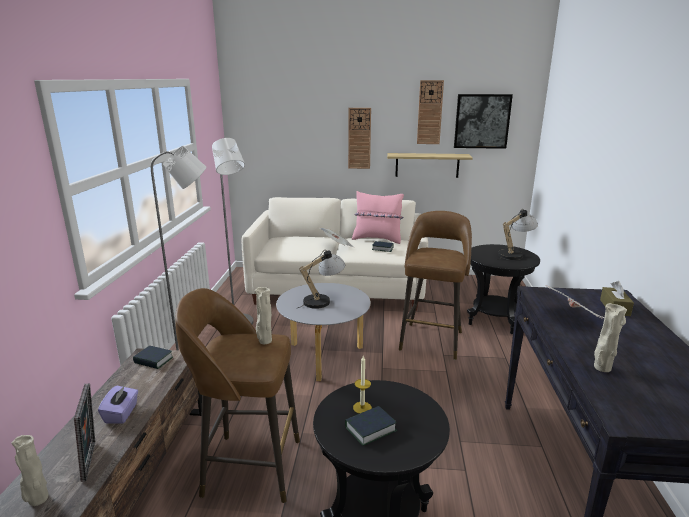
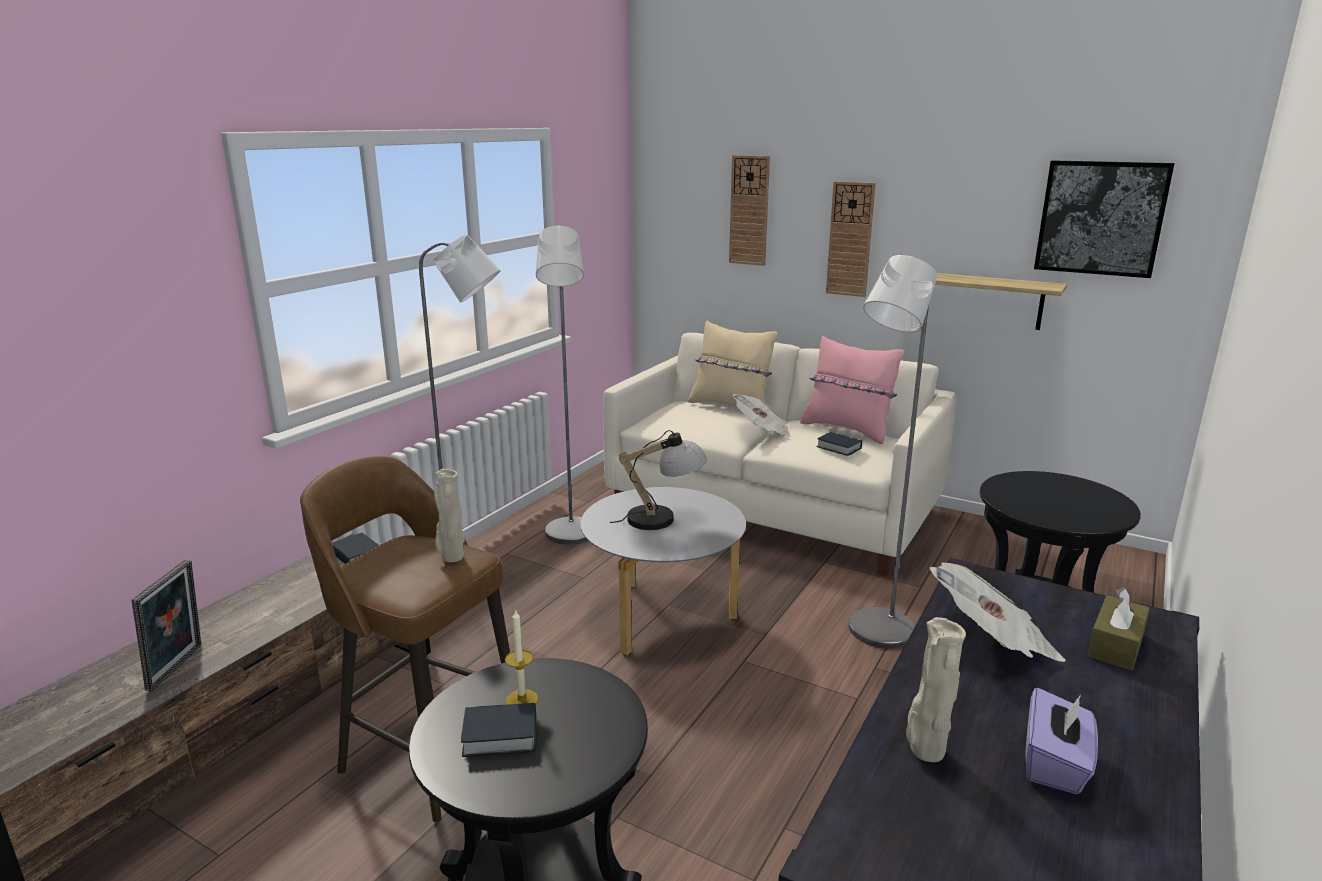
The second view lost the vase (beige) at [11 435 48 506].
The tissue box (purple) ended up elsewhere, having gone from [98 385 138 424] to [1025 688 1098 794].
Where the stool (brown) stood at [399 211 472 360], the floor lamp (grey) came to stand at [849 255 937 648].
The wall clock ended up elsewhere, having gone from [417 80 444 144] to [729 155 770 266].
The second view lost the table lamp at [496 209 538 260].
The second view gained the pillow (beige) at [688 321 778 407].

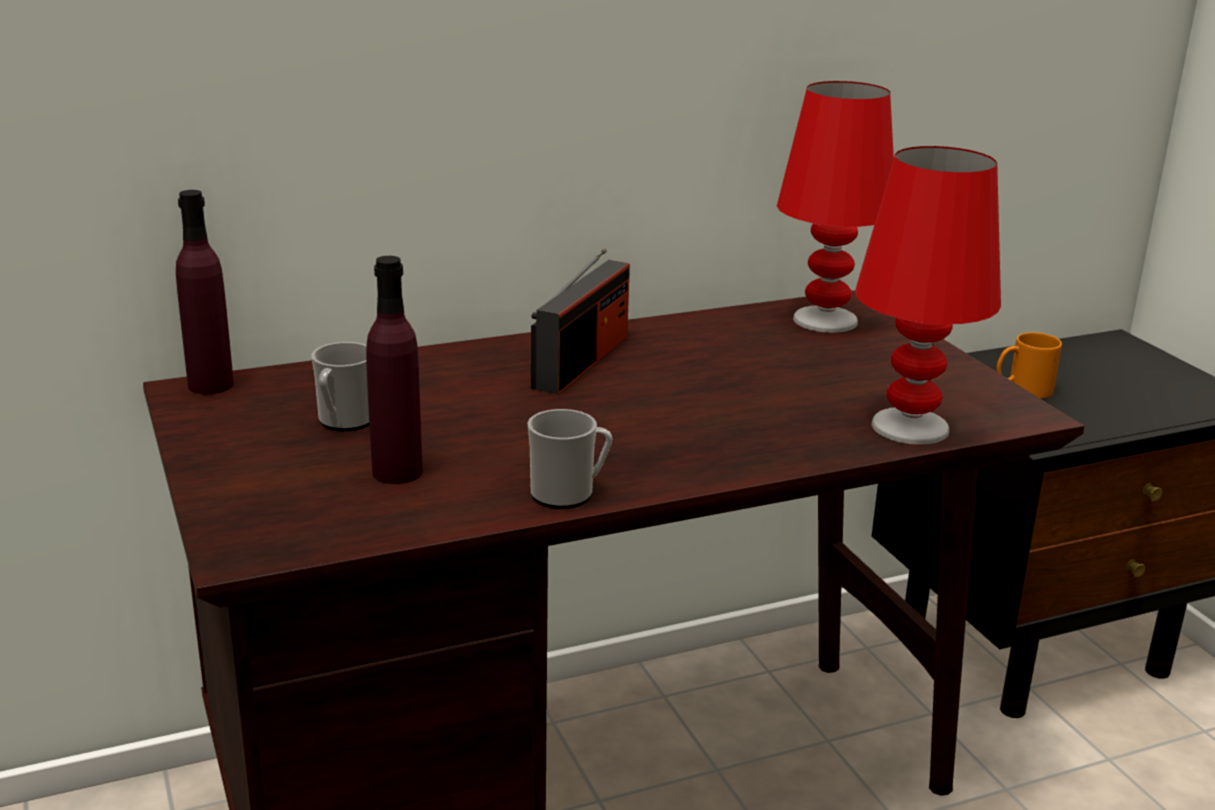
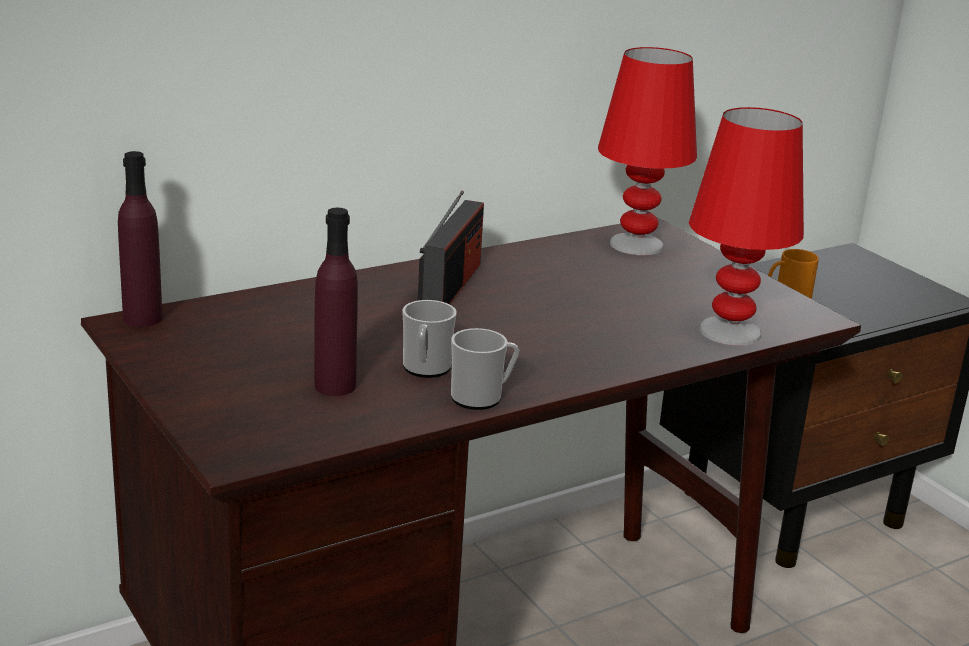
The mug ended up elsewhere, having gone from [311 342 369 431] to [402 300 457 378].

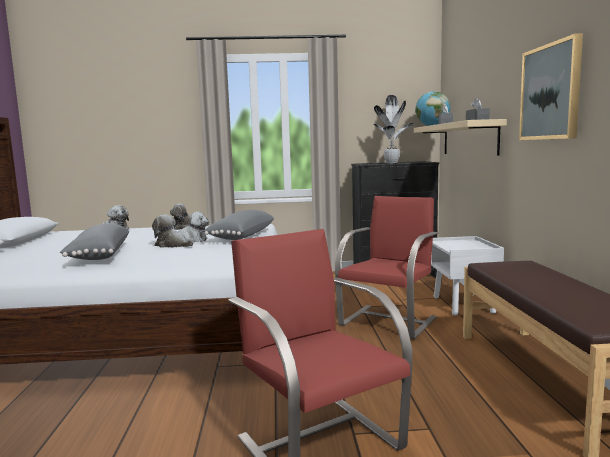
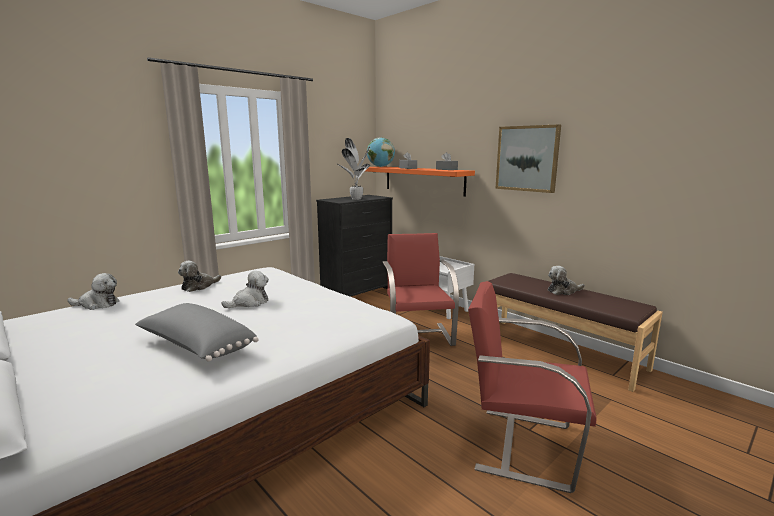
The plush toy ended up elsewhere, having gone from [152 214 193 248] to [548 266 585 295].
The second view lost the pillow (grey) at [204 210 274 240].
What was the shelf (beige) at [414 119 507 156] turned into the shelf (orange) at [365 167 475 197].

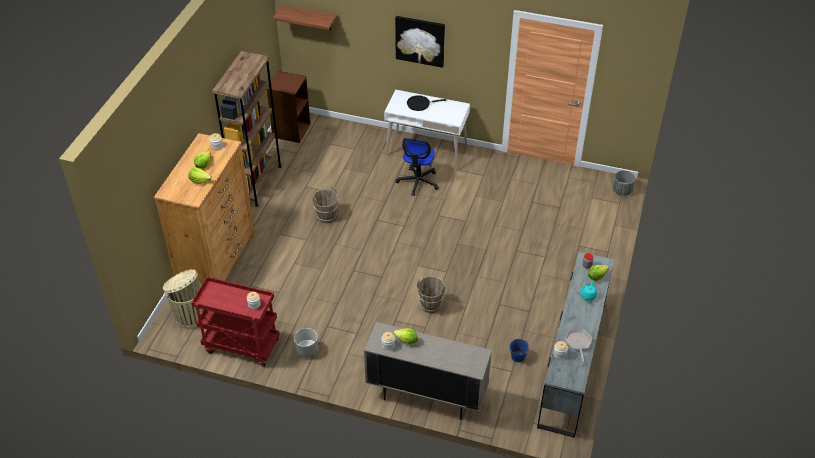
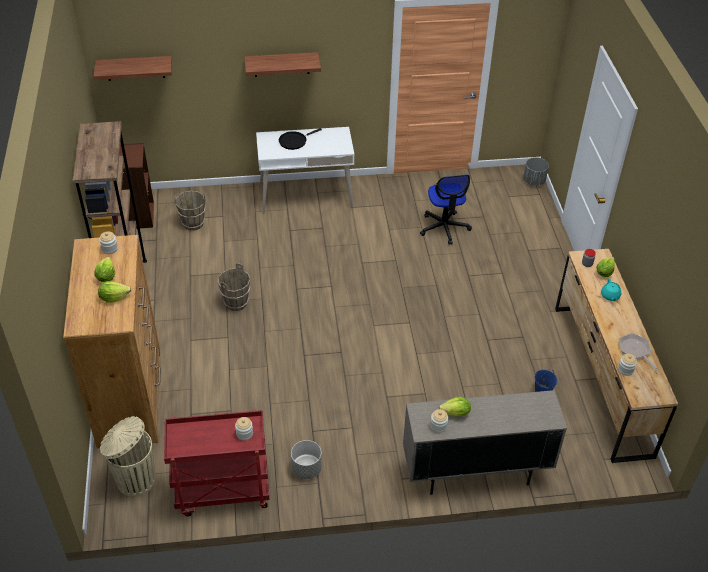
Where the picture hung at [395 16 445 68], the shelf came to hang at [244 52 321 77].
The office chair ended up elsewhere, having gone from [396 138 439 196] to [420 175 472 245].
The bucket (brown) ended up elsewhere, having gone from [417 276 445 313] to [174 191 206 231].
What was the dresser (grey) at [537 252 614 438] turned into the dresser (brown) at [555 249 678 463].

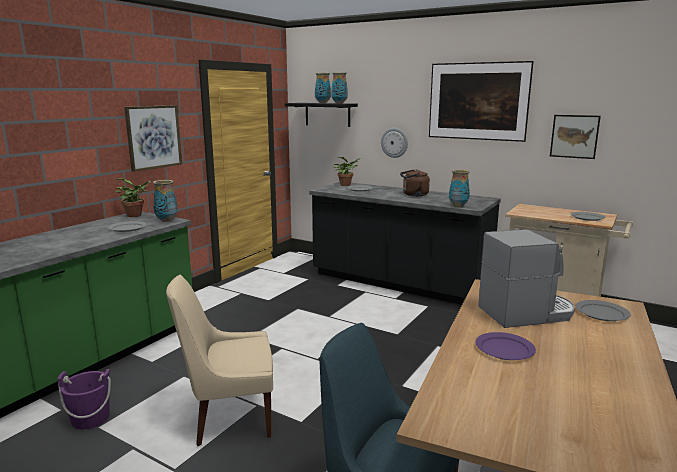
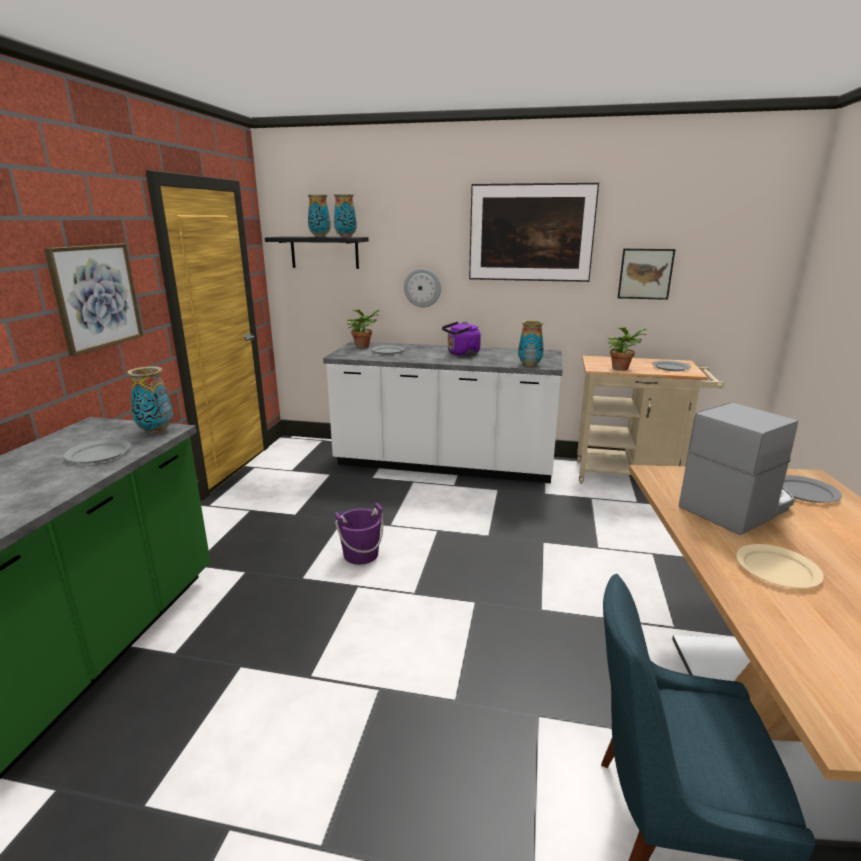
The bucket (purple) ended up elsewhere, having gone from [58 369 111 429] to [335 503 383 565].
The potted plant ended up elsewhere, having gone from [115 178 151 217] to [608 327 648 370].
The second view lost the chair (beige) at [166 275 273 446].
What was the counter (black) at [309 182 501 305] turned into the counter (white) at [323 341 563 483].
What was the kettle (brown) at [400 169 430 196] turned into the kettle (purple) at [442 322 481 356].
What was the plate (purple) at [476 332 536 360] turned into the plate (beige) at [736 544 824 589].

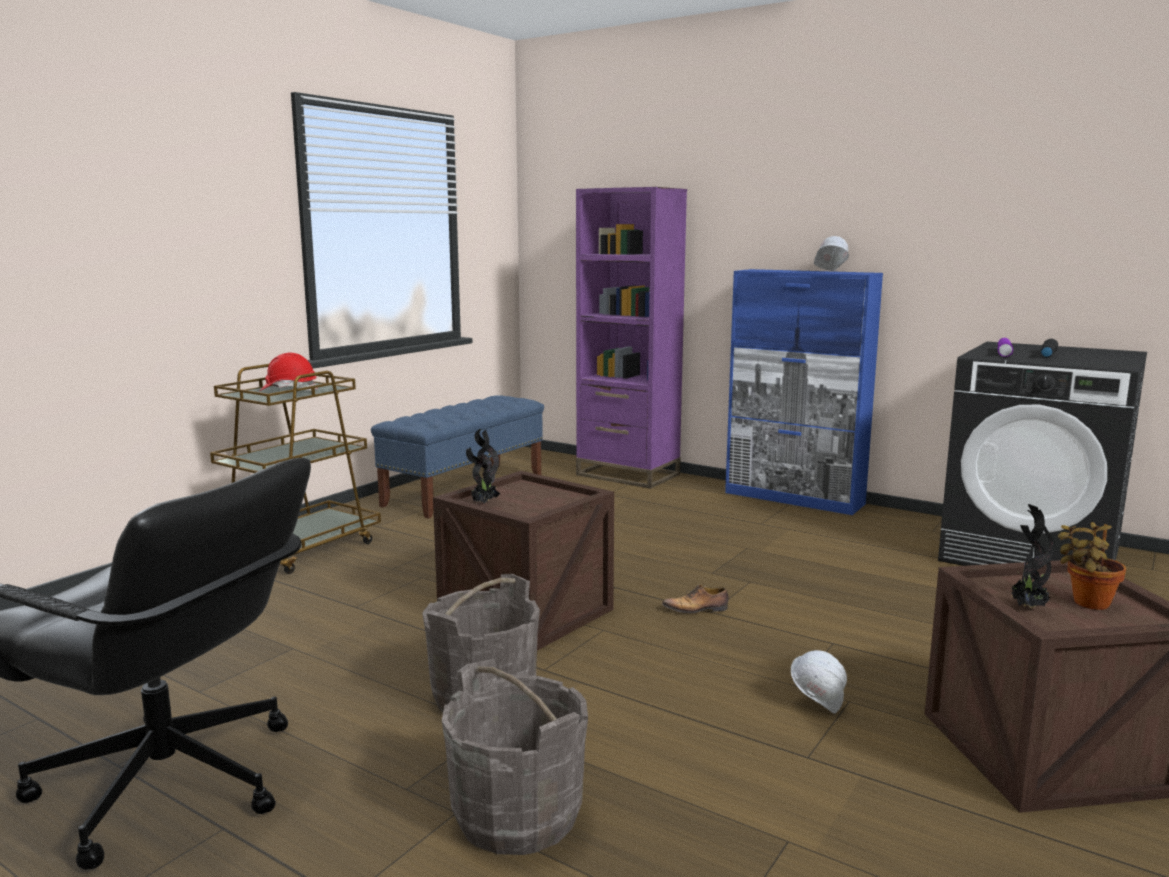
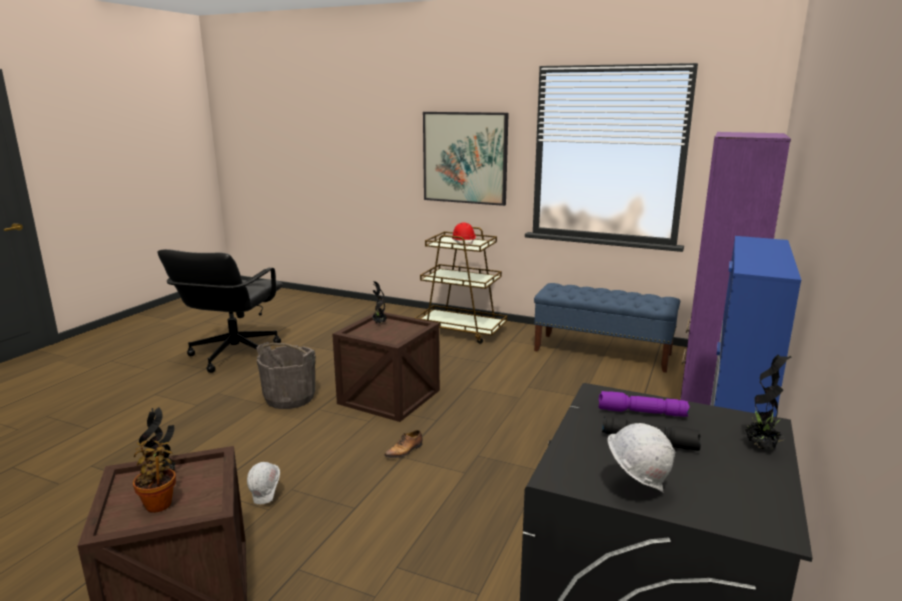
The second view lost the bucket (grey) at [442 659 588 855].
The shoe at [662 584 729 613] ended up facing another way, 120 degrees counterclockwise from before.
The hard hat (white) ended up elsewhere, having gone from [814 236 849 271] to [608 423 676 493].
The second view gained the picture at [423 112 509 206].
The second view gained the potted plant at [743 355 792 450].

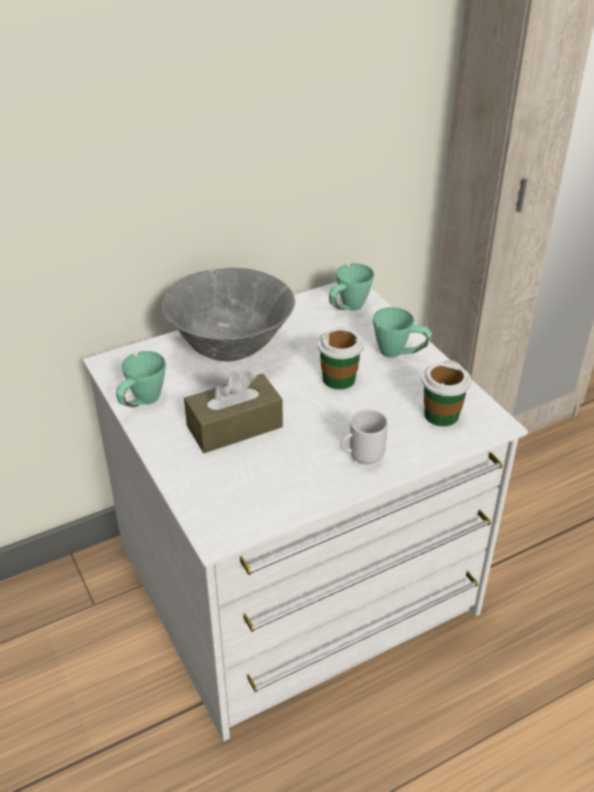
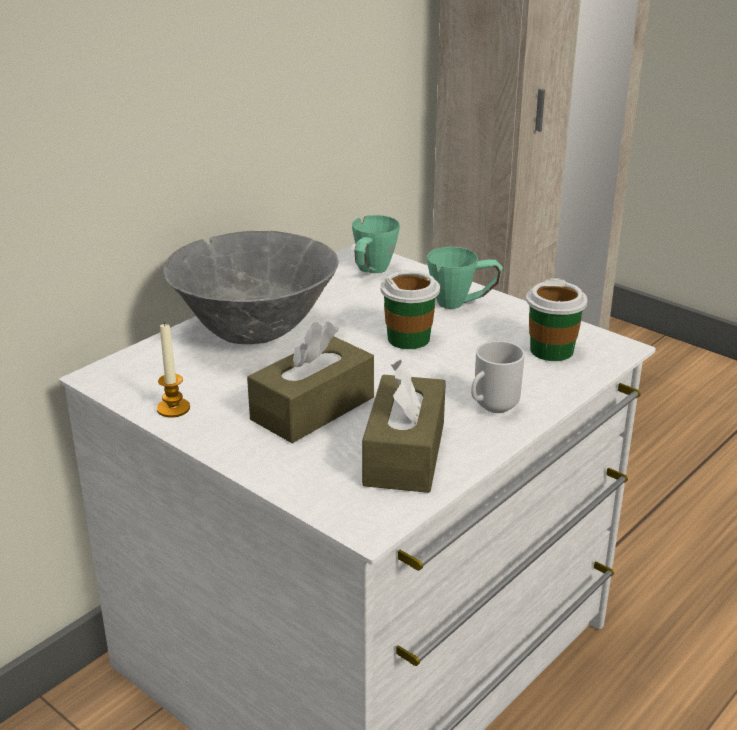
Where the mug (green) stood at [116 351 166 408], the candle came to stand at [157 322 190 418].
The second view gained the tissue box (brown) at [362 360 446 493].

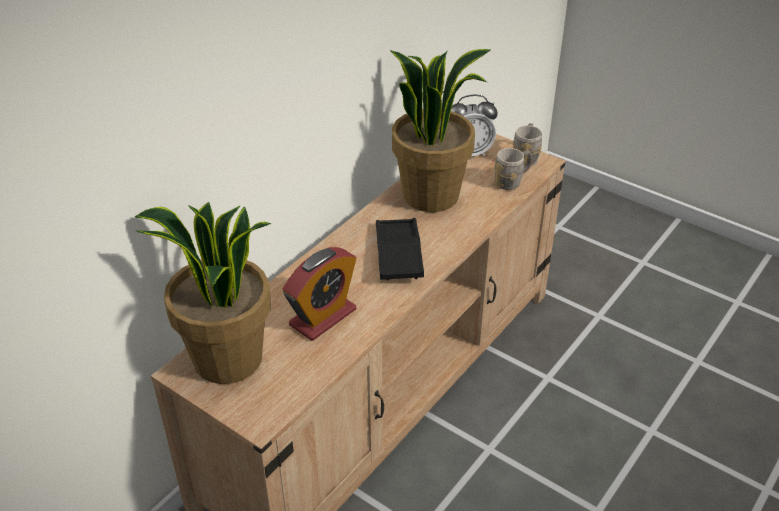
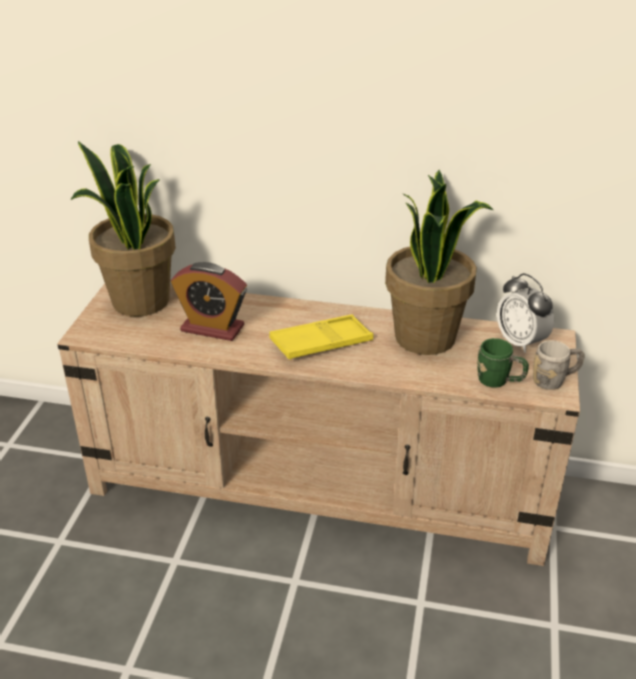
What was the tray (black) at [376 218 424 280] turned into the tray (yellow) at [269 315 373 360].
What was the mug (grey) at [494 148 533 190] turned into the mug (green) at [477 338 529 388].

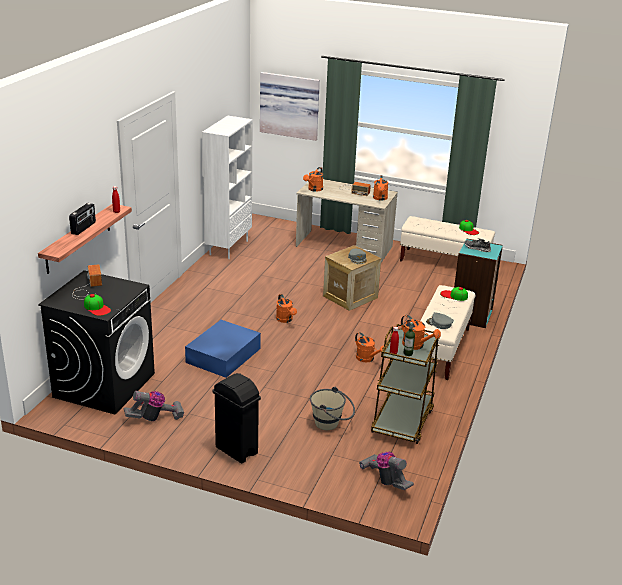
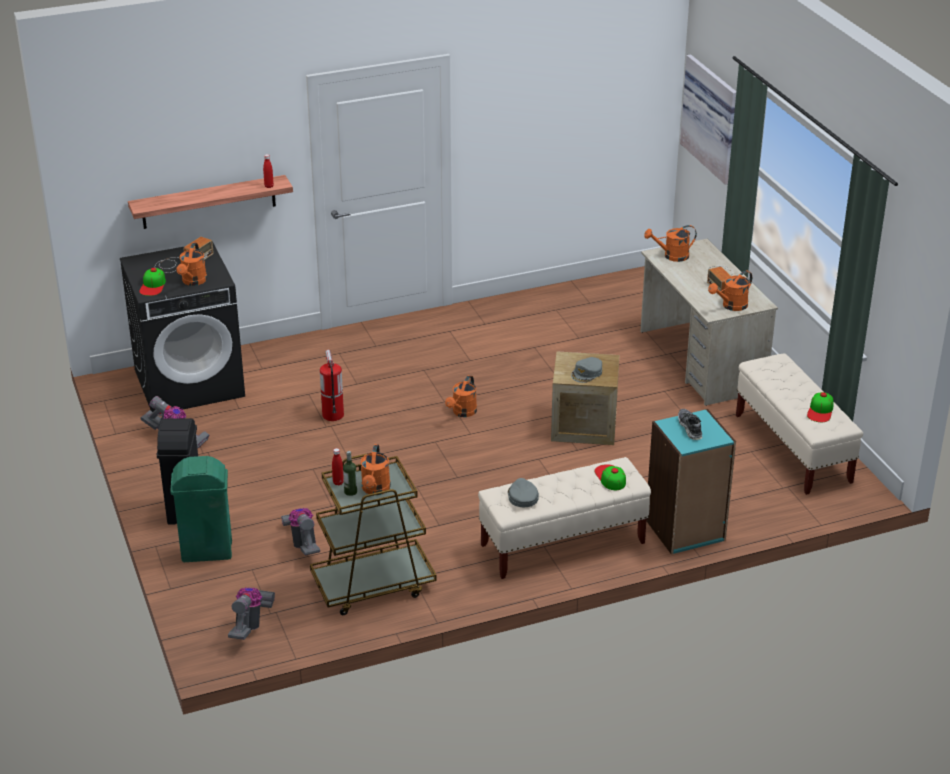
The second view lost the radio at [69 203 96 235].
Where the storage box (blue) stood at [185 320 261 378], the fire extinguisher came to stand at [320 350 344 421].
The second view lost the bookcase (white) at [202 116 252 259].
Where the bucket (beige) stood at [310 387 355 430], the vacuum cleaner came to stand at [281 508 320 556].
The watering can (orange) ended up elsewhere, having gone from [355 332 384 362] to [177 243 207 286].
The second view gained the trash can (green) at [170 456 232 562].

